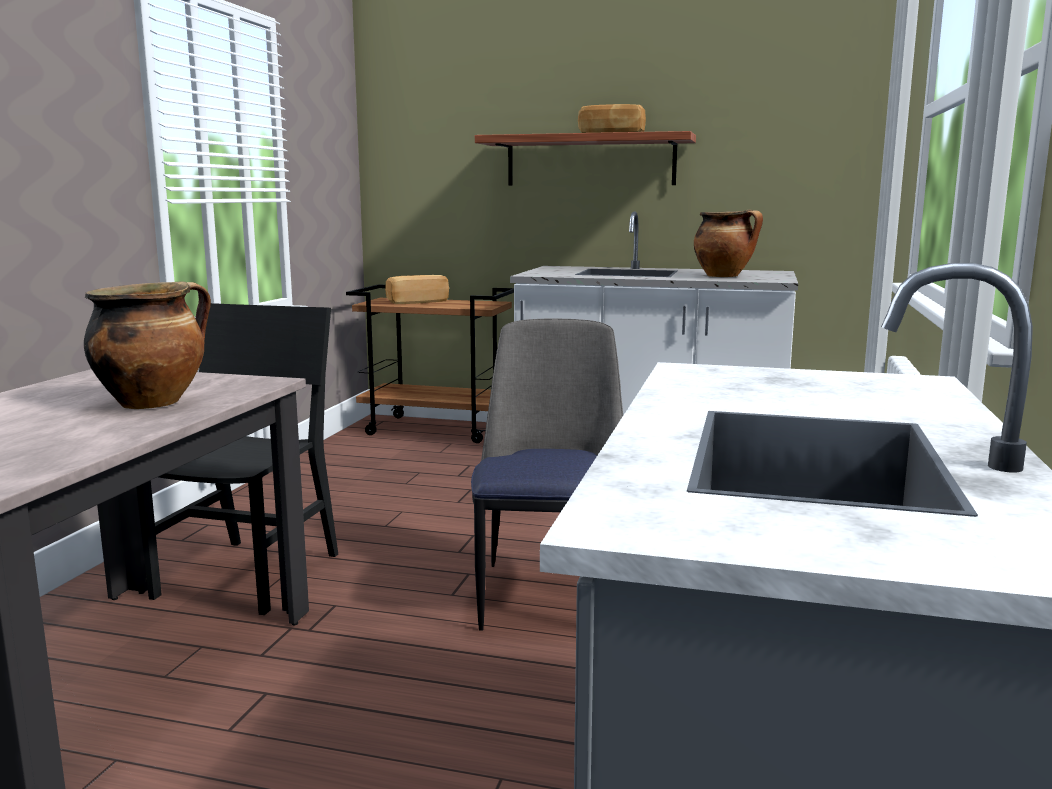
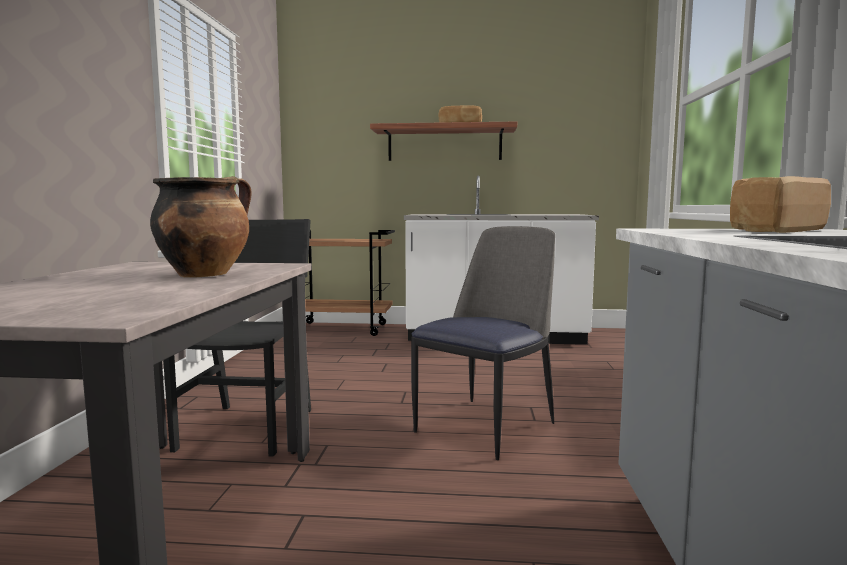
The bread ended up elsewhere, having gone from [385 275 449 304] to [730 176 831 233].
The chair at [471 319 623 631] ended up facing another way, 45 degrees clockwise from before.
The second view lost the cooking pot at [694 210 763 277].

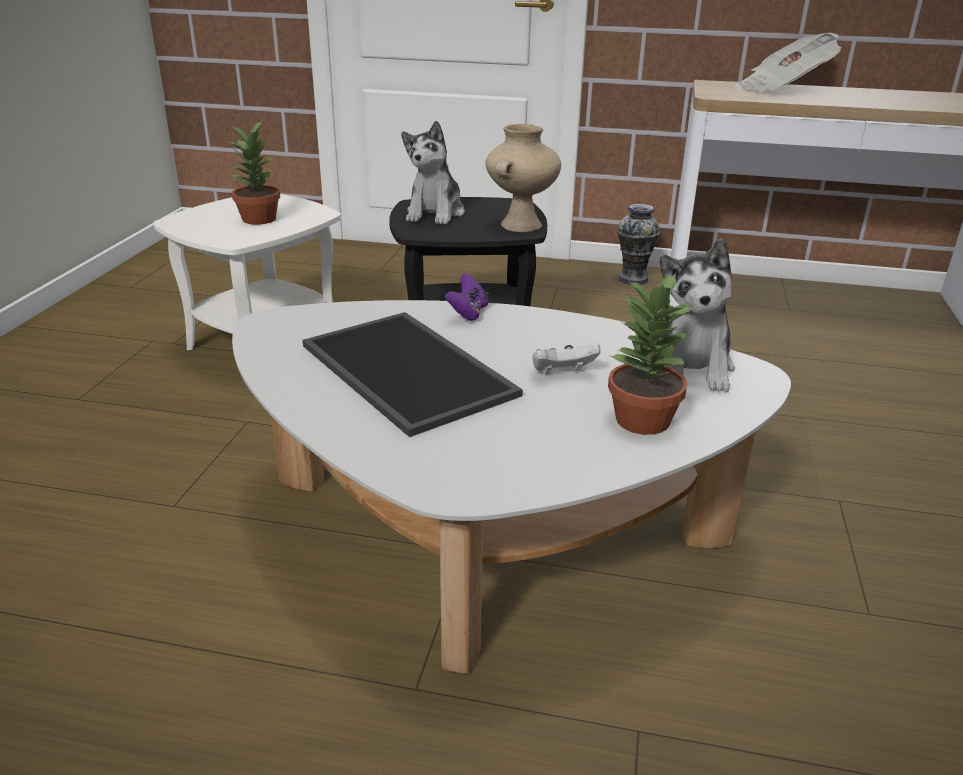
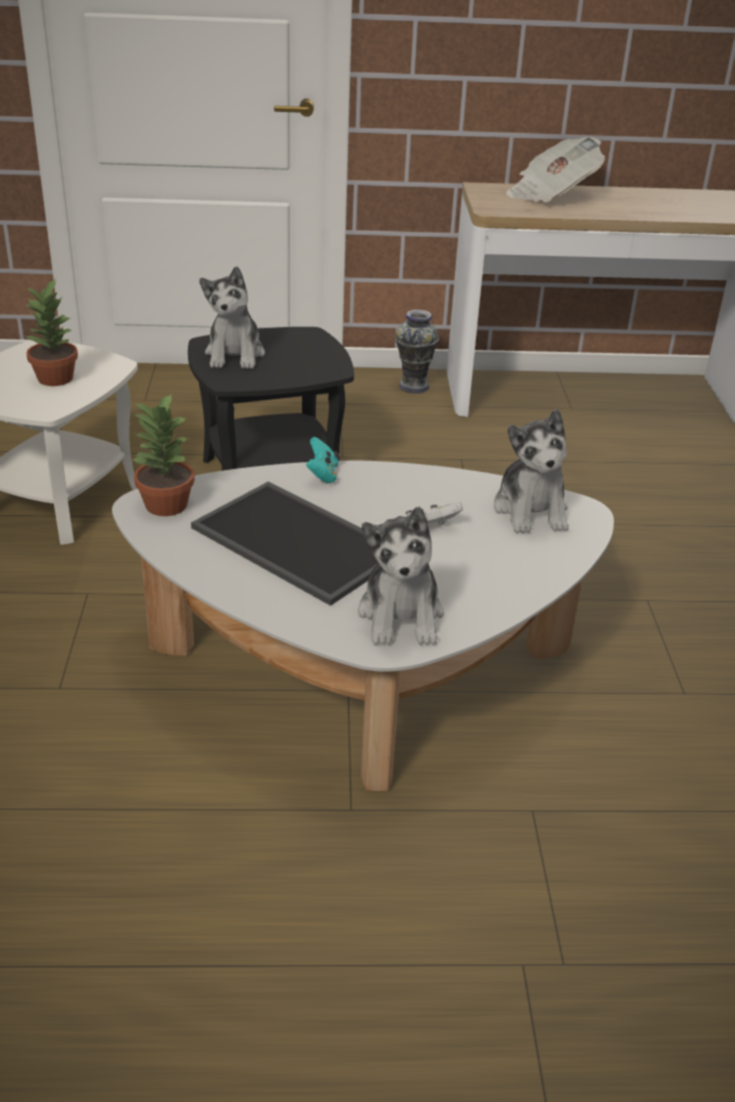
What was the game controller (purple) at [445 273 490 321] turned into the game controller (turquoise) at [306 437 339 483].
The second view lost the vase (beige) at [486 124 561 232].
The potted plant ended up elsewhere, having gone from [608 273 694 435] to [131 393 195 516].
The second view gained the plush toy at [358 507 444 645].

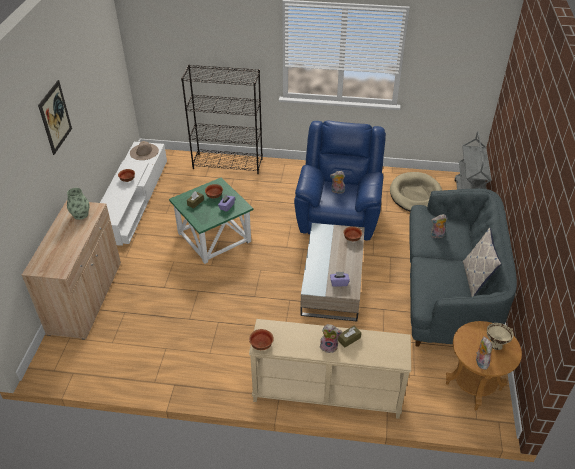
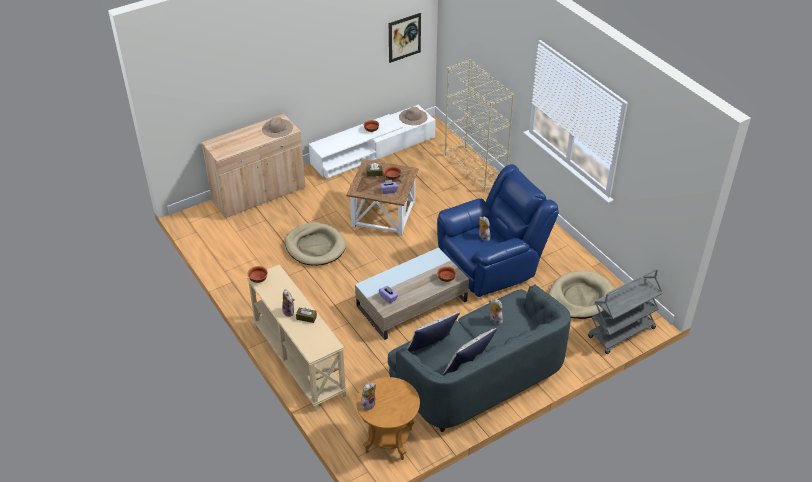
The picture ended up elsewhere, having gone from [38 80 72 155] to [389 13 421 63].
Where the vase stood at [67 188 89 220], the hat (beige) came to stand at [262 117 293 138].
What was the side table (green) at [169 178 253 264] turned into the side table (brown) at [346 159 419 236].
What was the bookcase (black) at [181 65 263 174] turned into the bookcase (beige) at [445 59 514 192].
The second view lost the bowl (beige) at [487 323 514 350].
The second view gained the dog bed (beige) at [285 223 346 266].
The second view gained the pillow at [407 312 460 352].

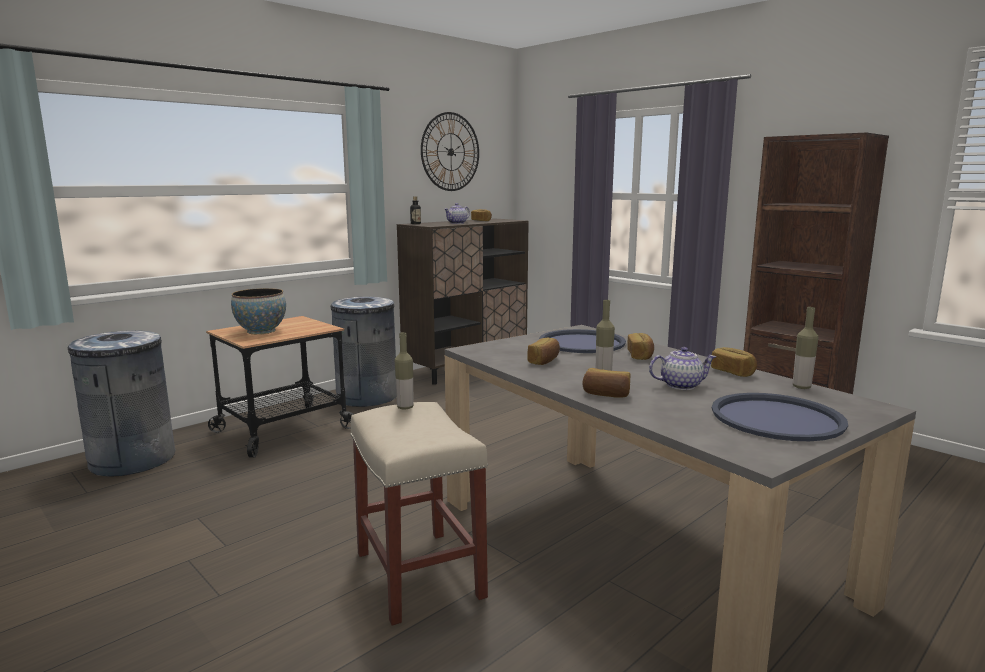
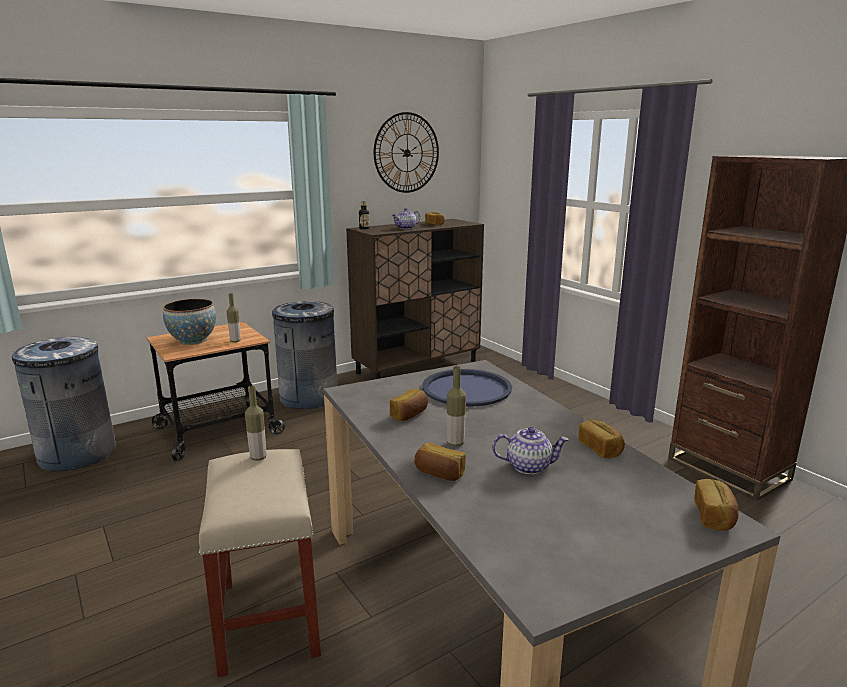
The bread ended up elsewhere, having gone from [627 333 654 360] to [694 479 739 531].
The second view lost the tray (blue) at [712 393 848 441].
The bottle ended up elsewhere, having gone from [793 307 818 389] to [227 293 241 342].

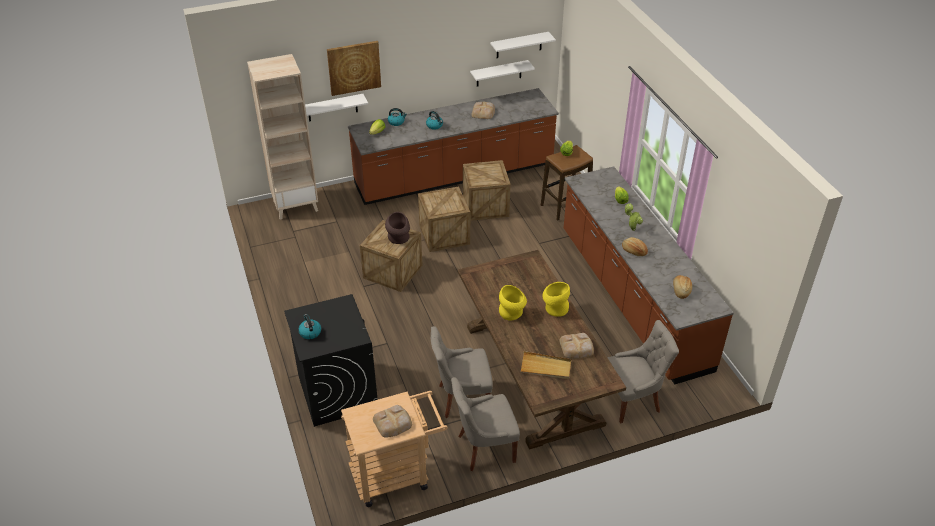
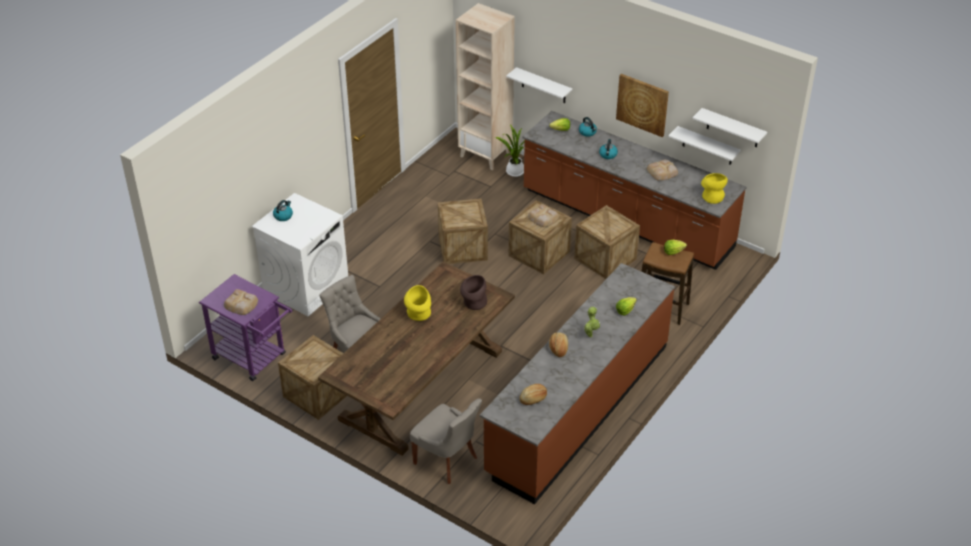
What was the washing machine (black) at [284 294 378 427] turned into the washing machine (white) at [252 193 348 317].
The picture ended up elsewhere, having gone from [327 41 381 96] to [616 74 669 137].
What was the cart (beige) at [341 391 448 507] turned into the cart (purple) at [199 274 292 381].
The vase (brown) ended up elsewhere, having gone from [385 212 410 244] to [460 275 487 310].
Where the chair (grey) stood at [451 377 520 471], the crate came to stand at [278 335 347 420].
The second view lost the tray (beige) at [520 351 571 379].
The vase (yellow) ended up elsewhere, having gone from [542 282 570 317] to [701 173 728 204].
The bread ended up elsewhere, having gone from [559 333 594 359] to [528 204 559 227].
The second view gained the potted plant at [495 124 525 177].

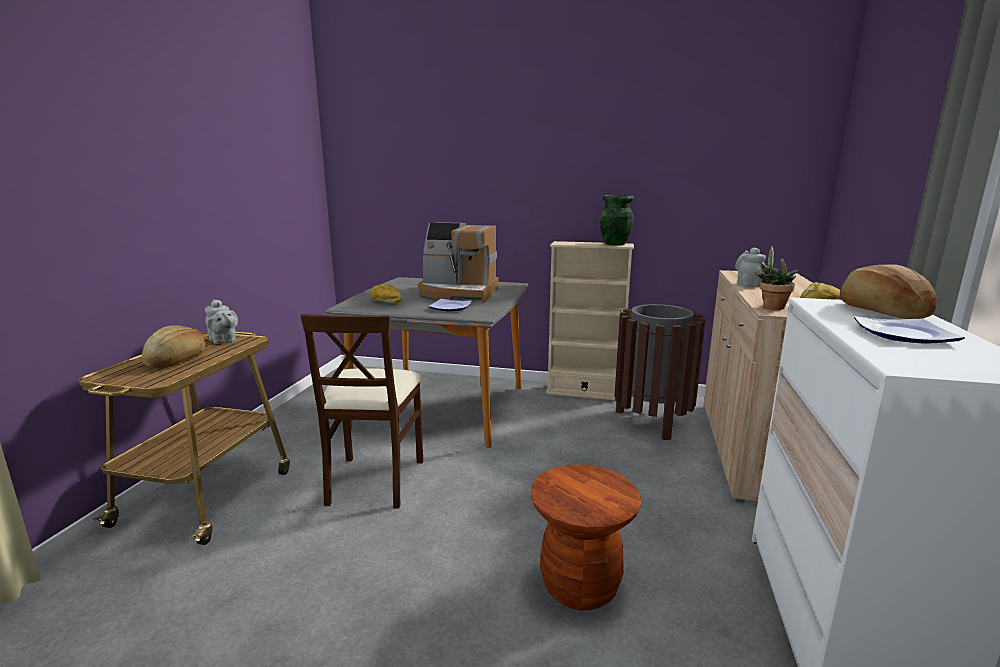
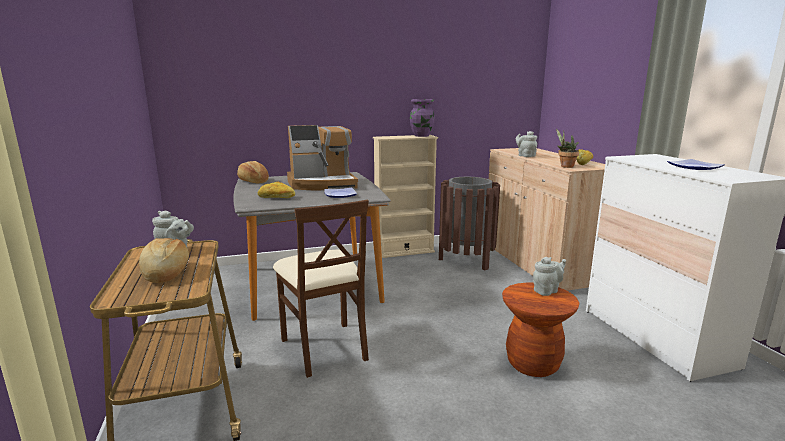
What was the vase (green) at [600 195 634 246] turned into the vase (purple) at [410 99 435 137].
The bread ended up elsewhere, having gone from [840 264 937 319] to [237 161 269 183].
The second view gained the teapot (grey) at [533 257 566 296].

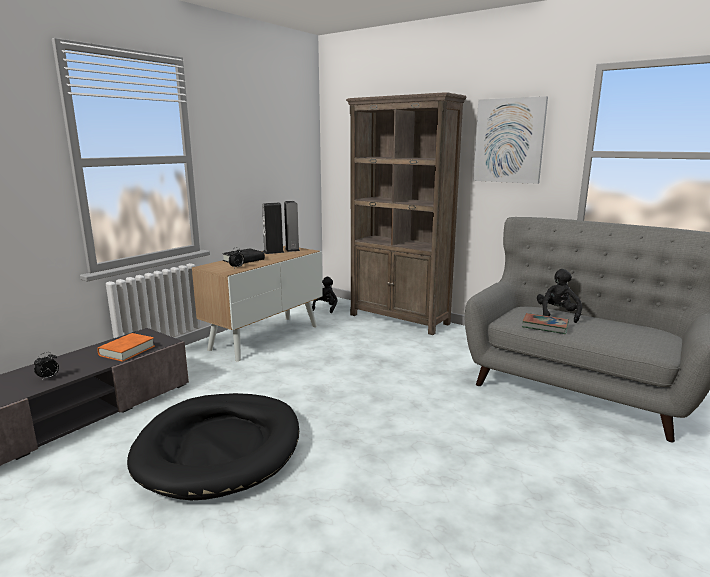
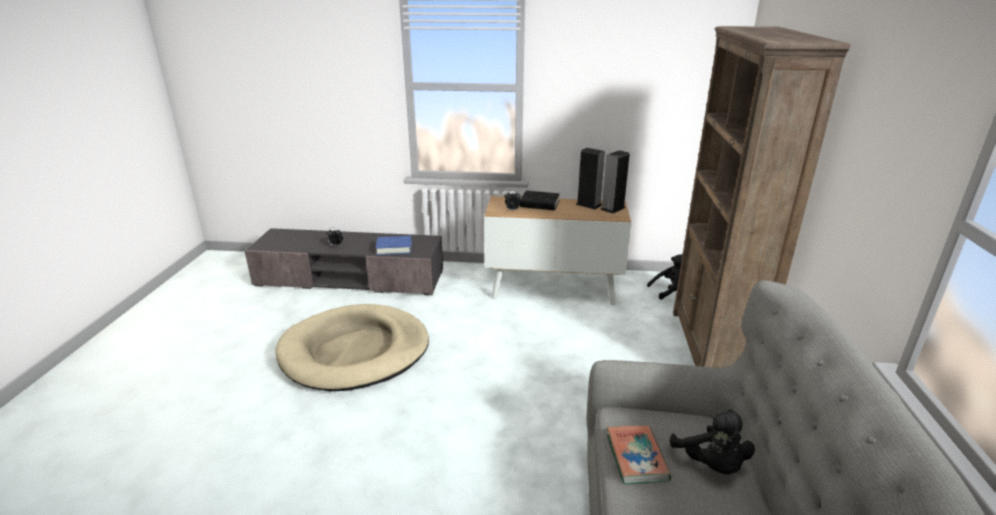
What was the book (orange) at [97 333 155 362] turned into the book (blue) at [376 236 412 255].
What was the dog bed (black) at [127 393 299 500] turned into the dog bed (beige) at [276 304 429 391].
The second view lost the picture at [473 96 548 184].
The plush toy (black) at [537 269 582 323] ended up facing another way, 90 degrees clockwise from before.

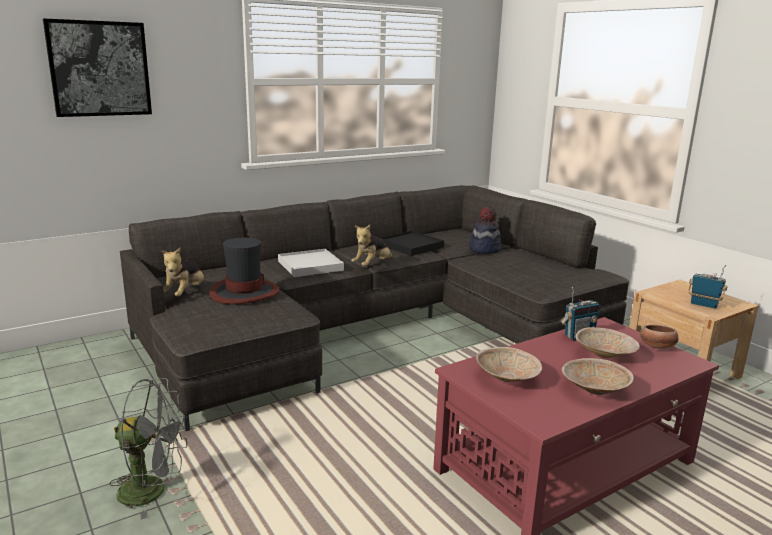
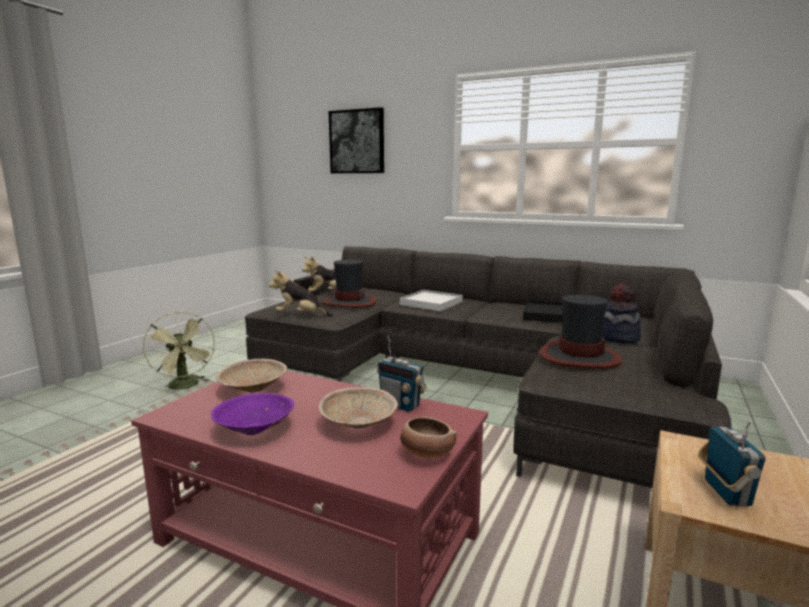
What was the fan (grey) at [109 378 187 520] turned into the fan (green) at [143 312 215 393].
The plush toy ended up elsewhere, having gone from [351 225 392 266] to [269 270 334 317].
What was the bowl (beige) at [561 358 634 395] turned into the bowl (purple) at [211 393 294 435].
The second view gained the hat at [539 295 622 368].

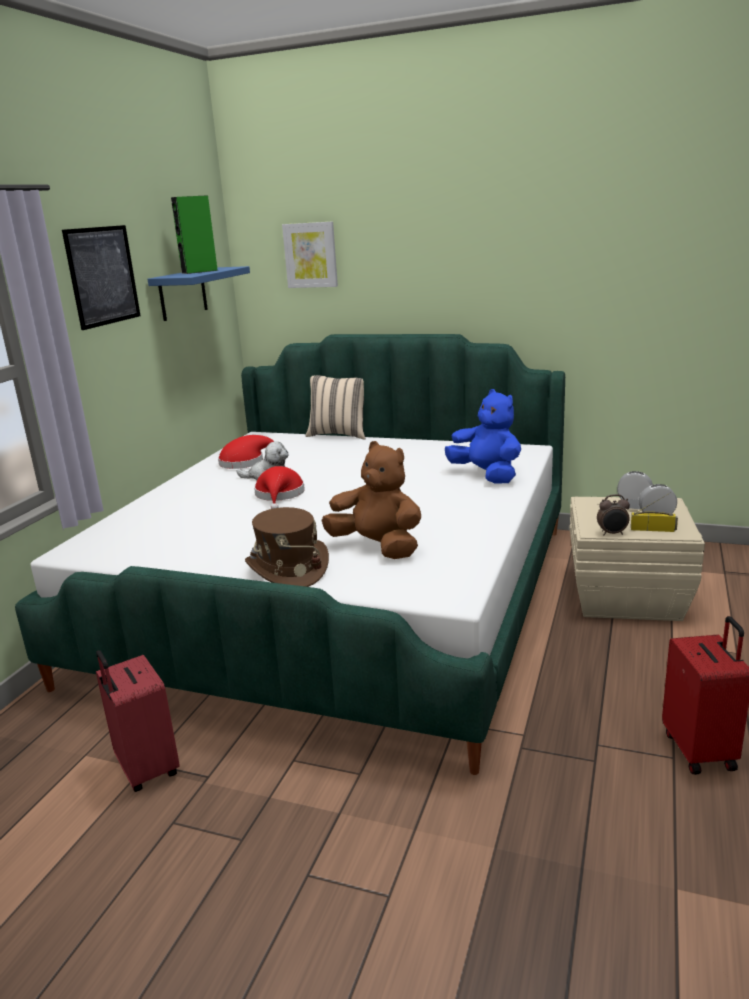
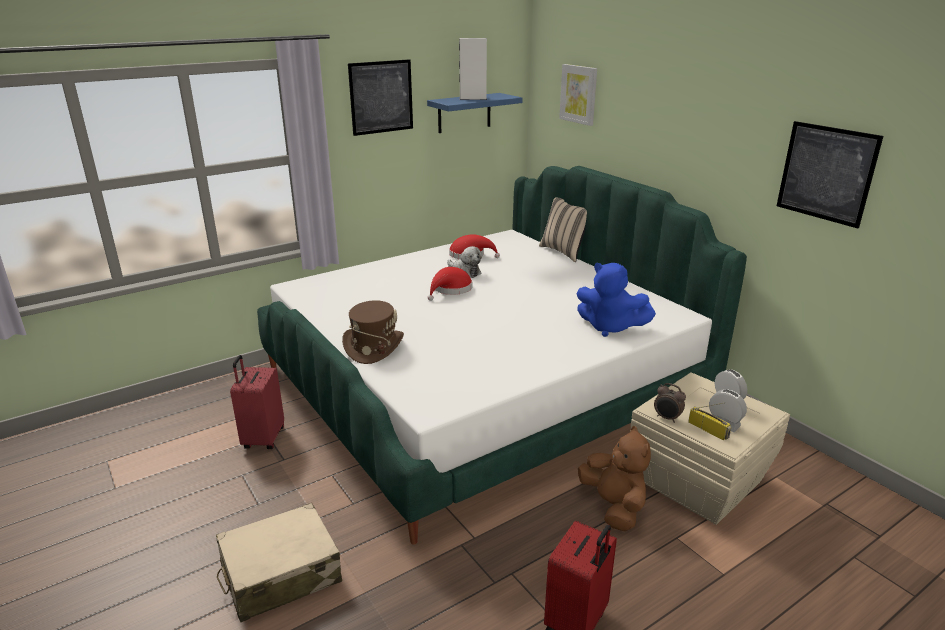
What was the speaker (green) at [171 195 218 274] turned into the speaker (white) at [459 38 487 100].
The plush toy (brown) ended up elsewhere, having gone from [321 441 421 559] to [578 426 651 531].
The plush toy (blue) at [445 389 521 483] ended up facing another way, 120 degrees clockwise from before.
The second view gained the suitcase (beige) at [216 503 342 622].
The second view gained the picture at [777 121 883 228].

